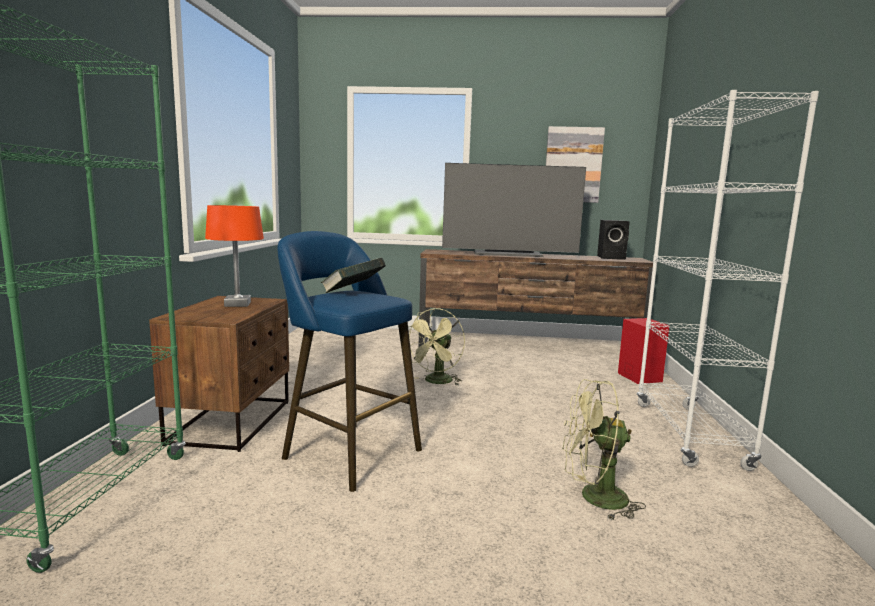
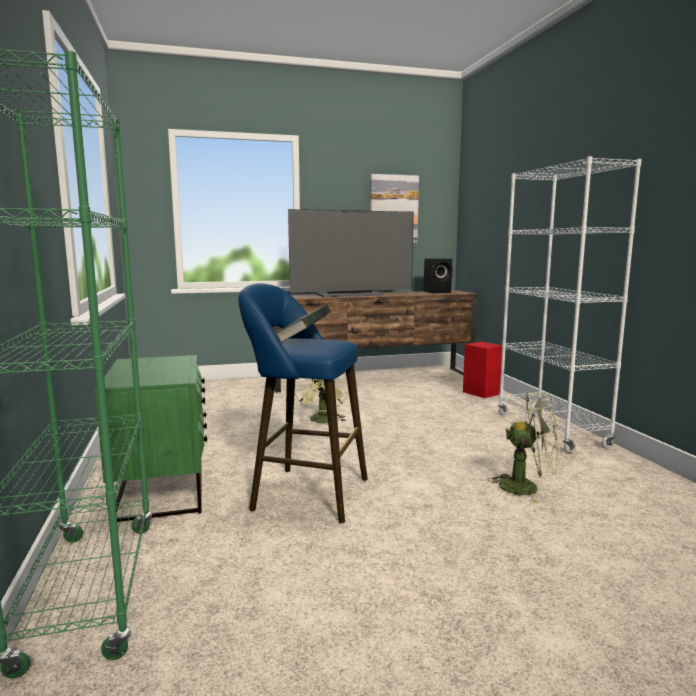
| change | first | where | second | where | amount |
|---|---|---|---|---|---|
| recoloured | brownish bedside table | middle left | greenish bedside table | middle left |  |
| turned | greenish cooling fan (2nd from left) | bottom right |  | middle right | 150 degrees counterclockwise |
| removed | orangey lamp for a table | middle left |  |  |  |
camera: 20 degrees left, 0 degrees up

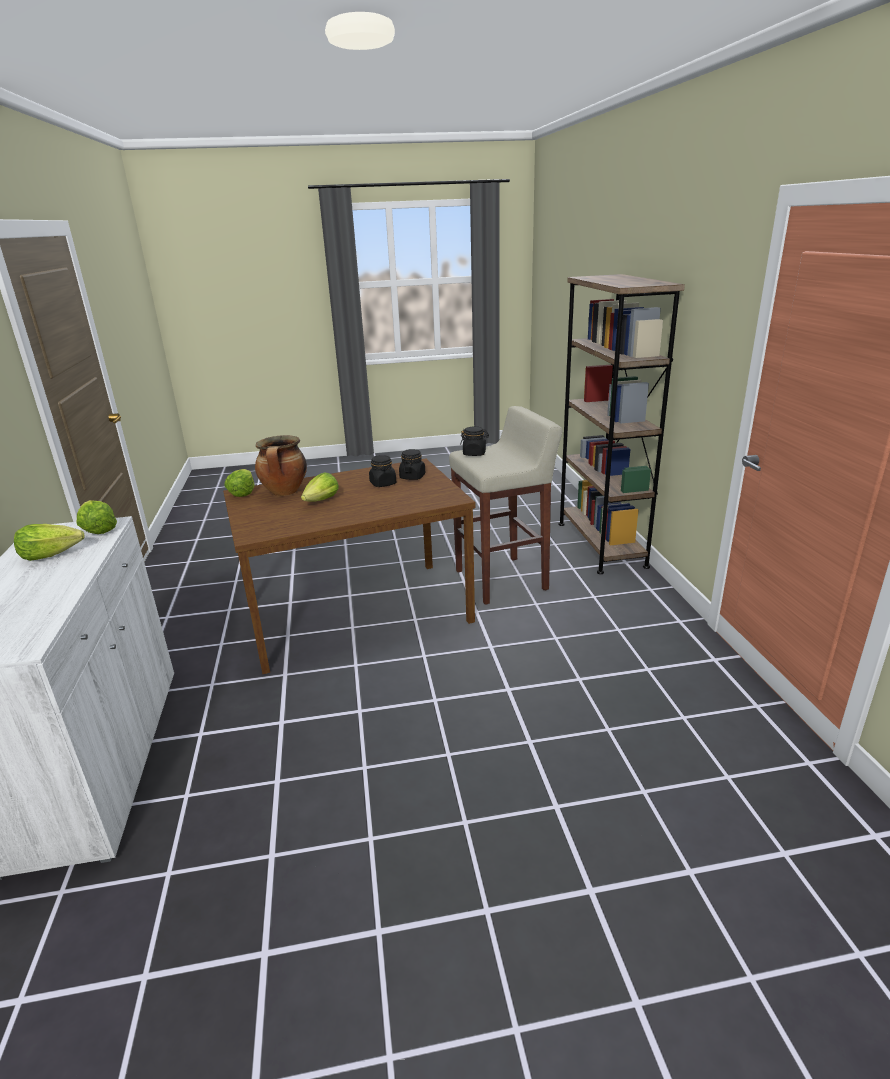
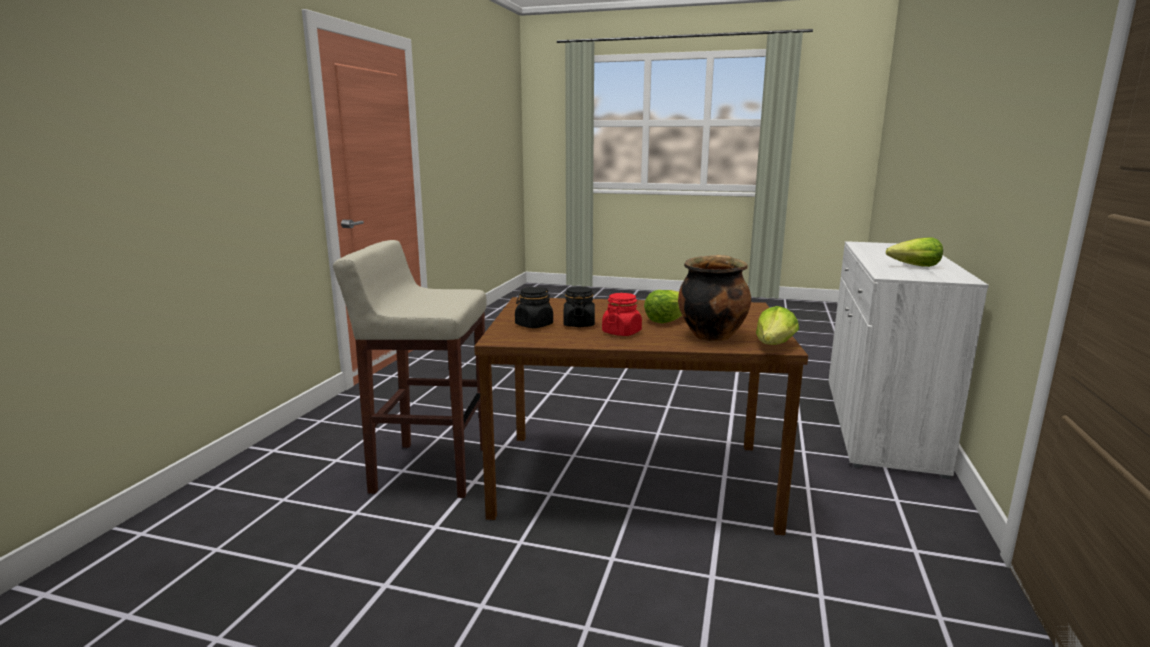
| change | first | where | second | where | amount |
|---|---|---|---|---|---|
| added |  |  | red storage jar | centre |  |
| removed | head of lettuce (2nd from left) | middle left |  |  |  |
| removed | black-coloured storage jar (3rd from left) | centre |  |  |  |
| removed | brownish bookcase | middle right |  |  |  |
camera: 155 degrees left, 10 degrees down

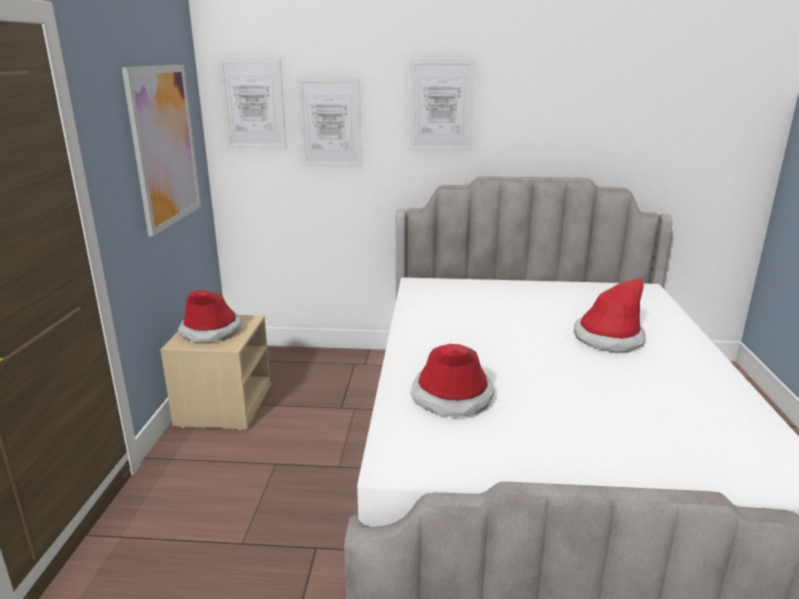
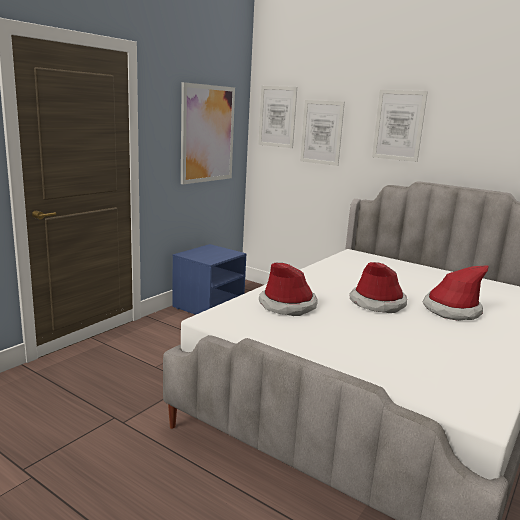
| change | first | where | second | where | amount |
|---|---|---|---|---|---|
| recoloured | beige bedside table | middle left | blue bedside table | centre |  |
| moved | clothing hat (1st from left in the first image) | middle left | clothing hat (2nd from left) | middle right |  |
camera: 30 degrees right, 5 degrees down

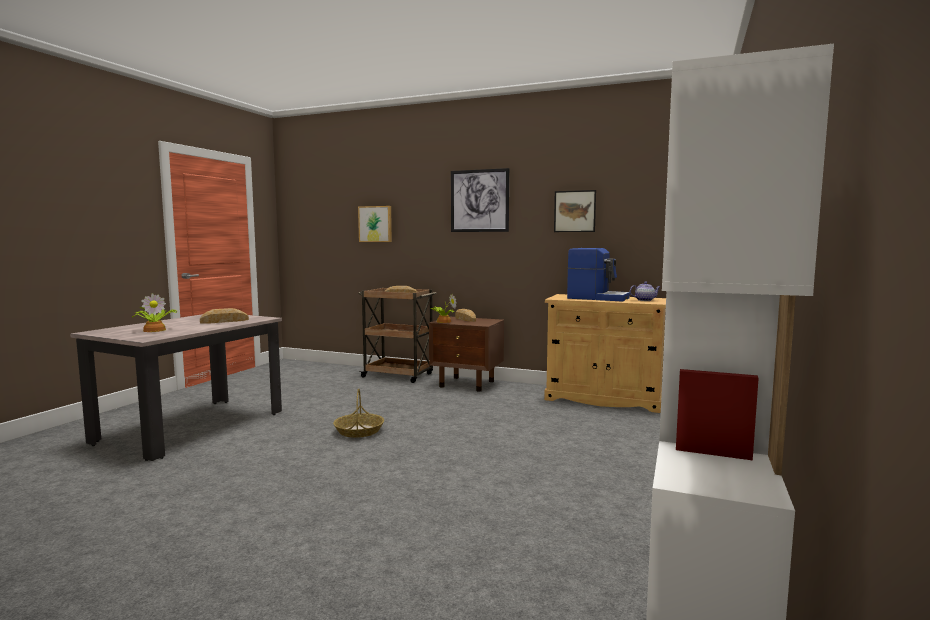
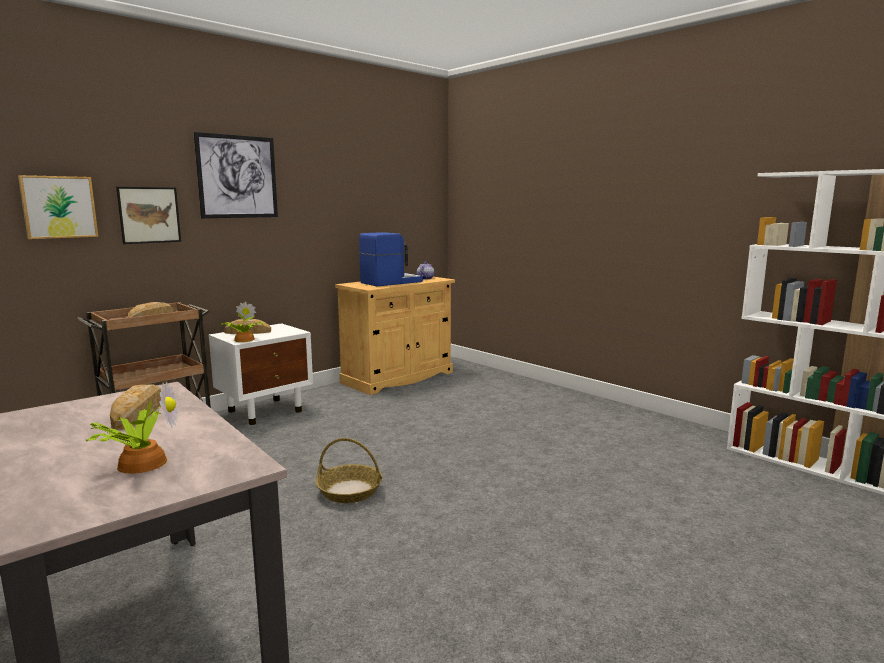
| change | first | where | second | where | amount |
|---|---|---|---|---|---|
| moved | wall picture (3rd from left in the first image) | centre | wall picture (2nd from left) | top left |  |
| recoloured | brownish bedside table | centre | white-coloured bedside table | middle left |  |
camera: 65 degrees left, 5 degrees up

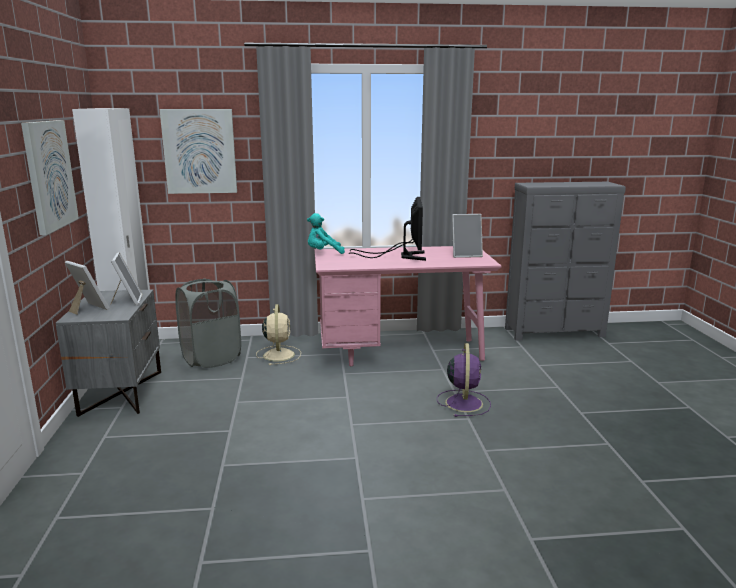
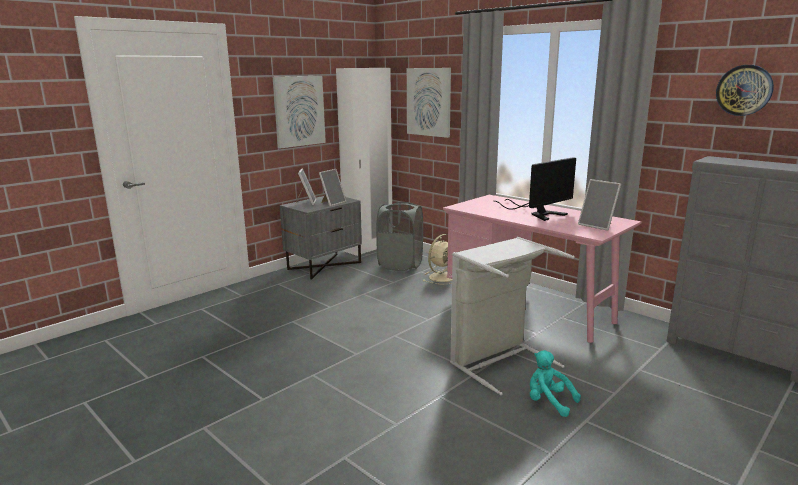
| change | first | where | second | where | amount |
|---|---|---|---|---|---|
| replaced | purple cooling fan | centre | grey laundry basket (2nd from left) | centre |  |
| moved | blue-green cuddly toy | centre |  | bottom right |  |
| added |  |  | wall clock | top right |  |
camera: 50 degrees right, 0 degrees up

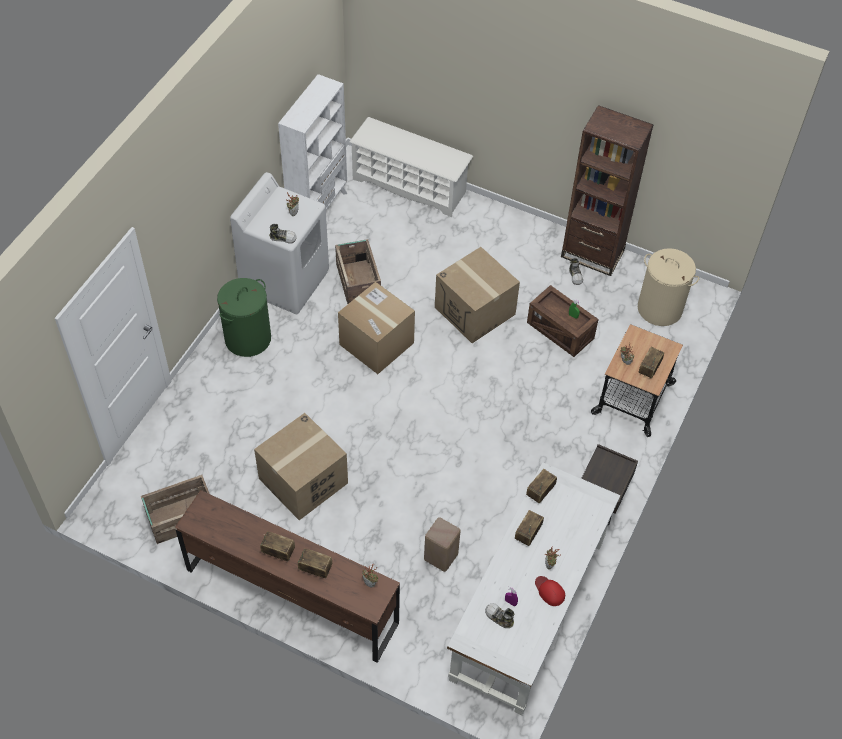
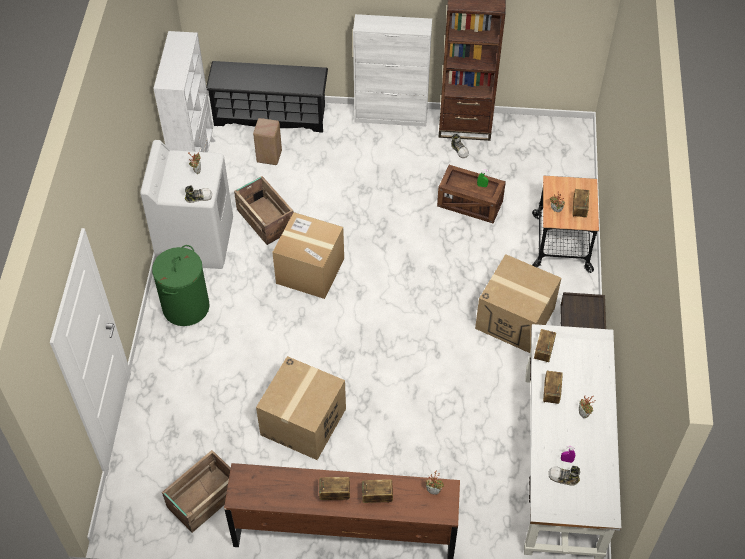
| change | first | where | second | where | amount |
|---|---|---|---|---|---|
| recoloured | white-coloured shoe rack | top centre | black-coloured shoe rack | top centre |  |
| moved | beige stool | bottom centre |  | top centre |  |
| added |  |  | white-coloured storage cabinet | top centre |  |
| moved | packing box (3rd from left) | centre |  | middle right |  |
| removed | red cap | bottom centre |  |  |  |
| removed | beige laundry basket | middle right |  |  |  |
camera: 20 degrees left, 0 degrees up

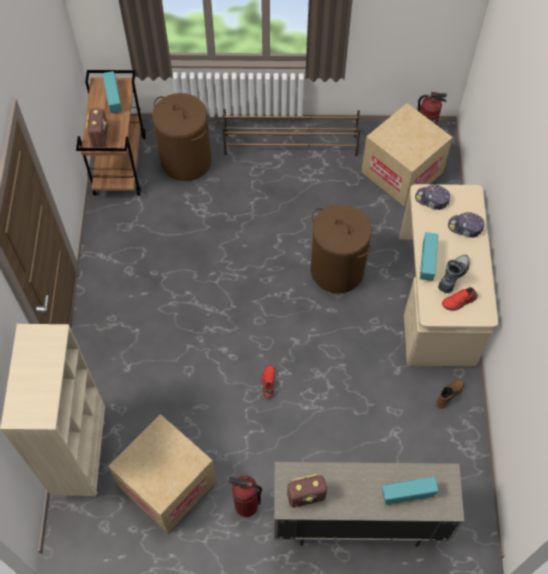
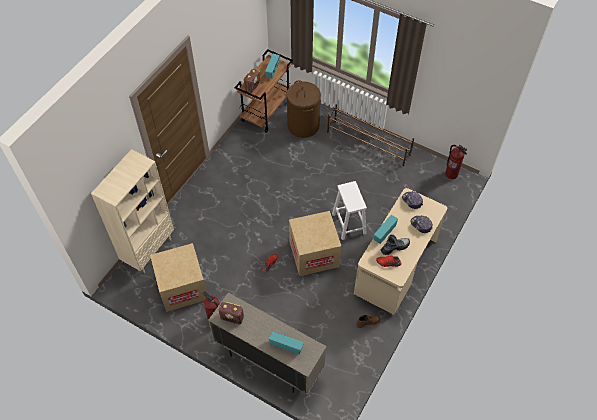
| change | first | where | second | where | amount |
|---|---|---|---|---|---|
| moved | packing box (2nd from left) | top right |  | centre |  |
| replaced | brownish laundry basket (2nd from left) | centre | white-coloured stool | centre |  |
camera: 30 degrees right, 5 degrees down

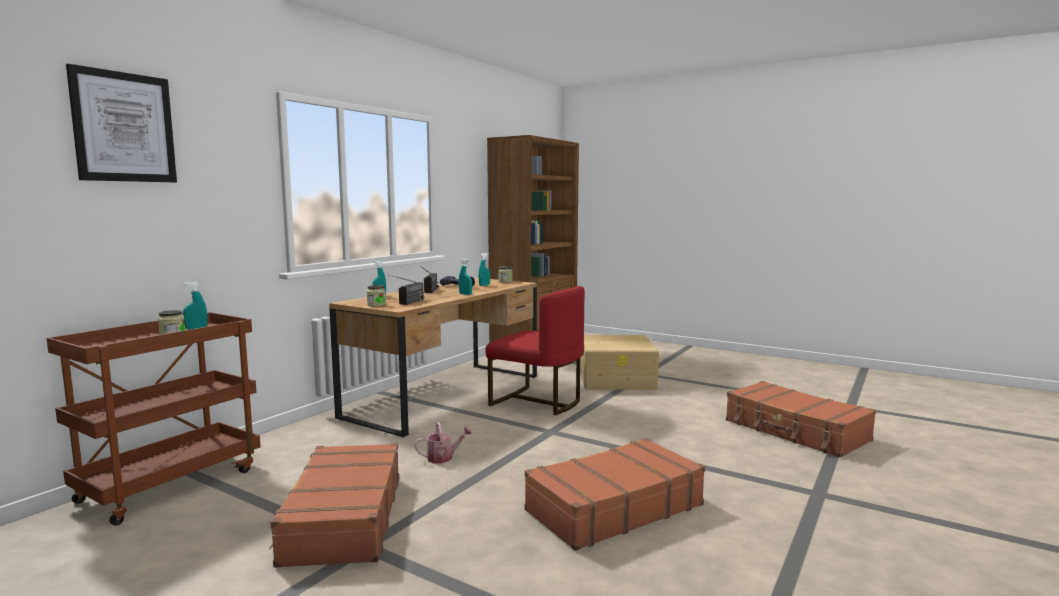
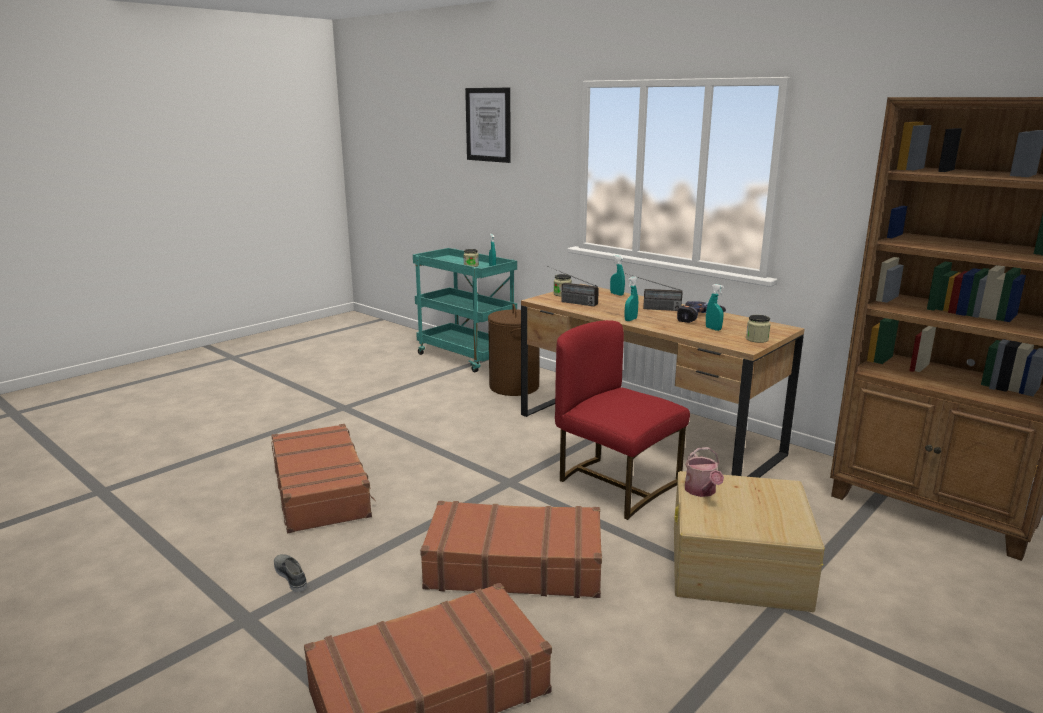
| change | first | where | second | where | amount |
|---|---|---|---|---|---|
| added |  |  | grey low shoe | bottom left |  |
| recoloured | brownish cart | bottom left | blue-green cart | centre |  |
| moved | brownish suitcase (1st from left in the first image) | bottom left | brownish suitcase (3rd from left) | bottom centre |  |
| added |  |  | brownish laundry basket | centre |  |
| turned | red upright chair | centre |  | centre | 90 degrees clockwise |
| moved | watering can | bottom centre |  | middle right |  |
camera: 100 degrees right, 10 degrees up

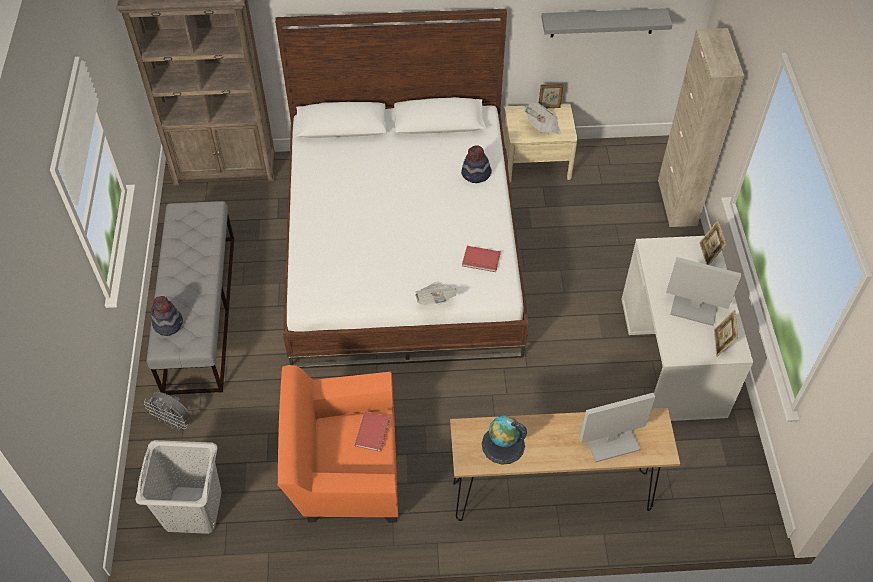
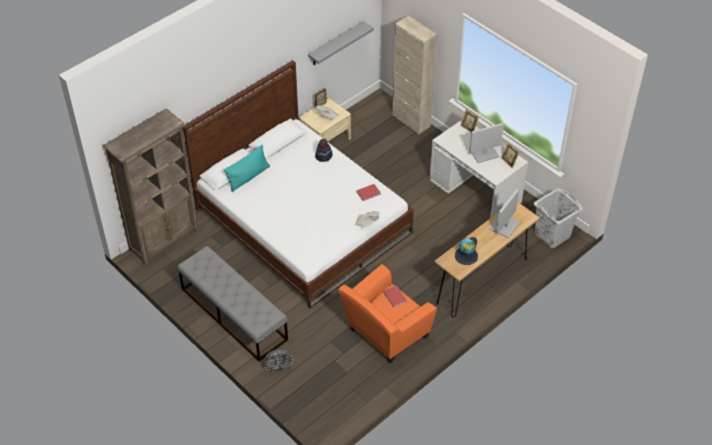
| change | first | where | second | where | amount |
|---|---|---|---|---|---|
| added |  |  | blue-green pillow | centre |  |
| moved | grey laundry basket | bottom left |  | middle right |  |
| removed | clothing hat (1st from left) | middle left |  |  |  |
camera: 40 degrees left, 5 degrees down

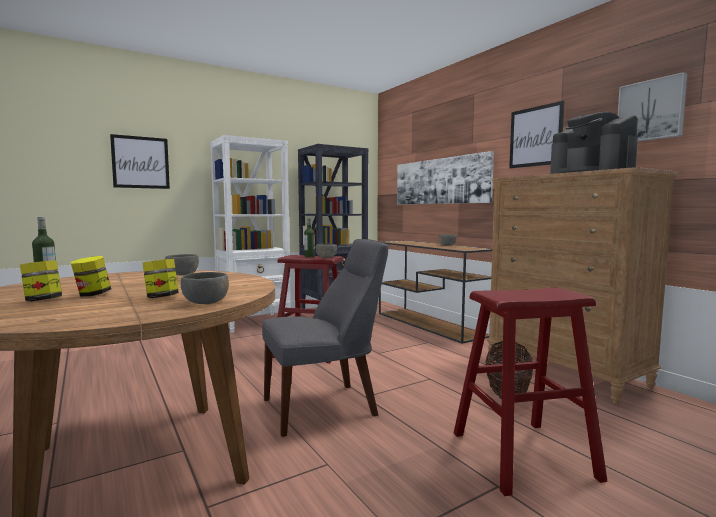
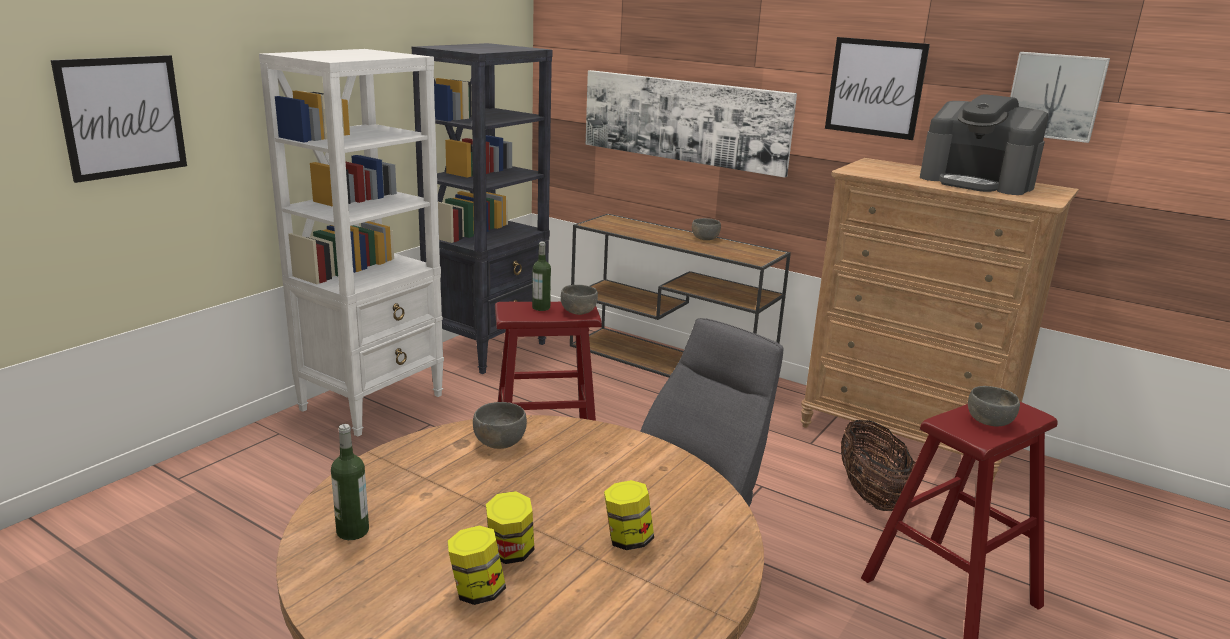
| change | first | where | second | where | amount |
|---|---|---|---|---|---|
| moved | grey deep dish (2nd from left in the first image) | middle left | grey deep dish (4th from left) | middle right |  |
camera: 25 degrees left, 15 degrees up

